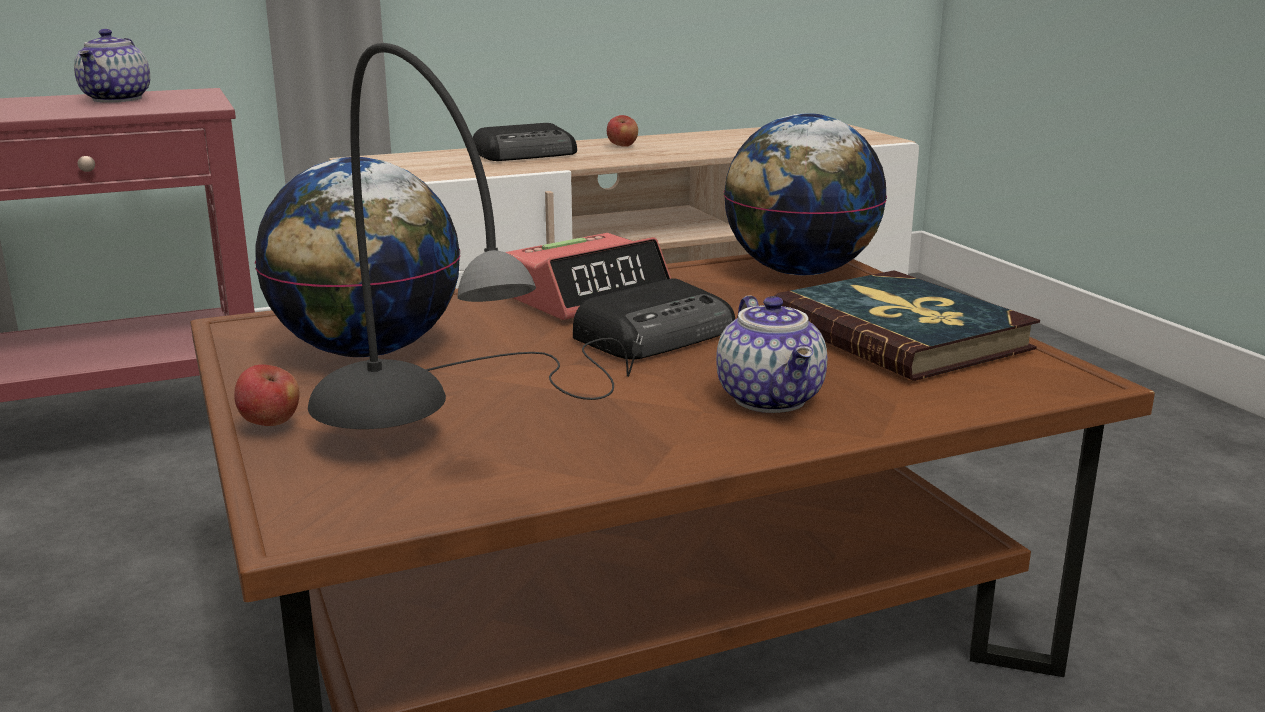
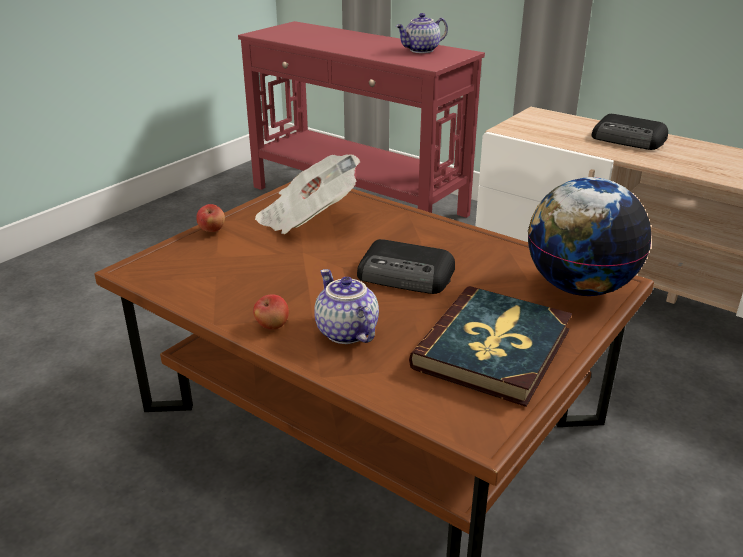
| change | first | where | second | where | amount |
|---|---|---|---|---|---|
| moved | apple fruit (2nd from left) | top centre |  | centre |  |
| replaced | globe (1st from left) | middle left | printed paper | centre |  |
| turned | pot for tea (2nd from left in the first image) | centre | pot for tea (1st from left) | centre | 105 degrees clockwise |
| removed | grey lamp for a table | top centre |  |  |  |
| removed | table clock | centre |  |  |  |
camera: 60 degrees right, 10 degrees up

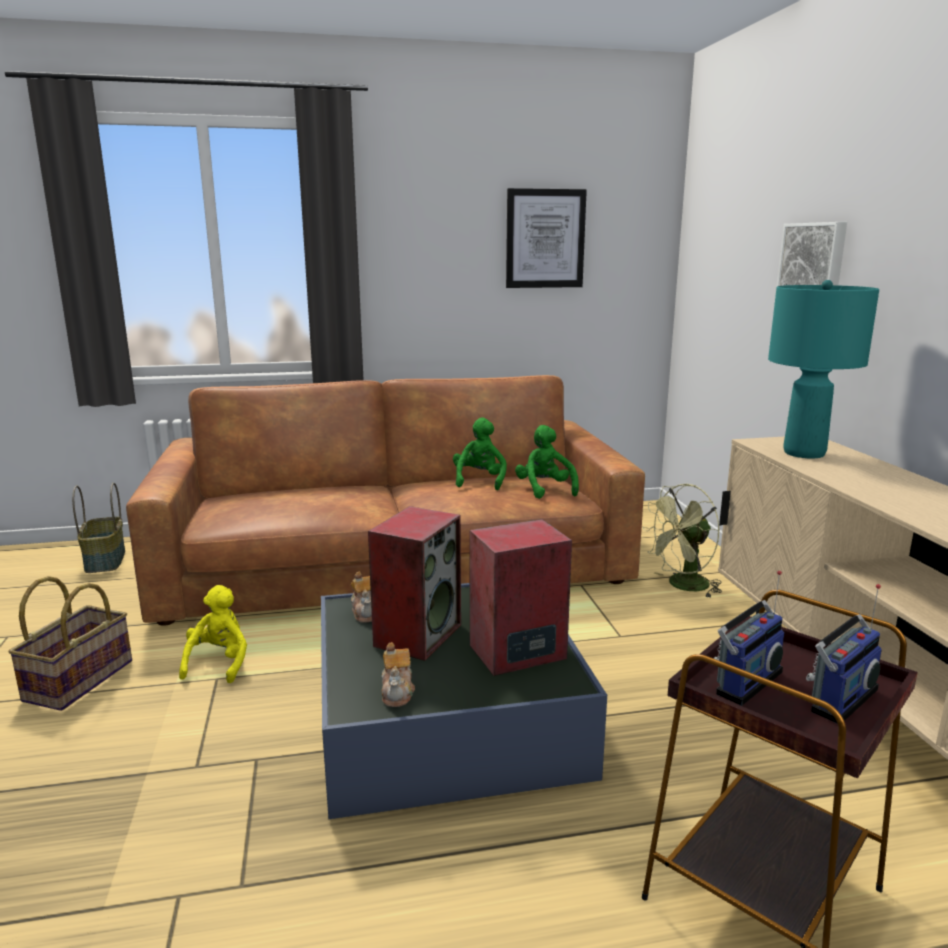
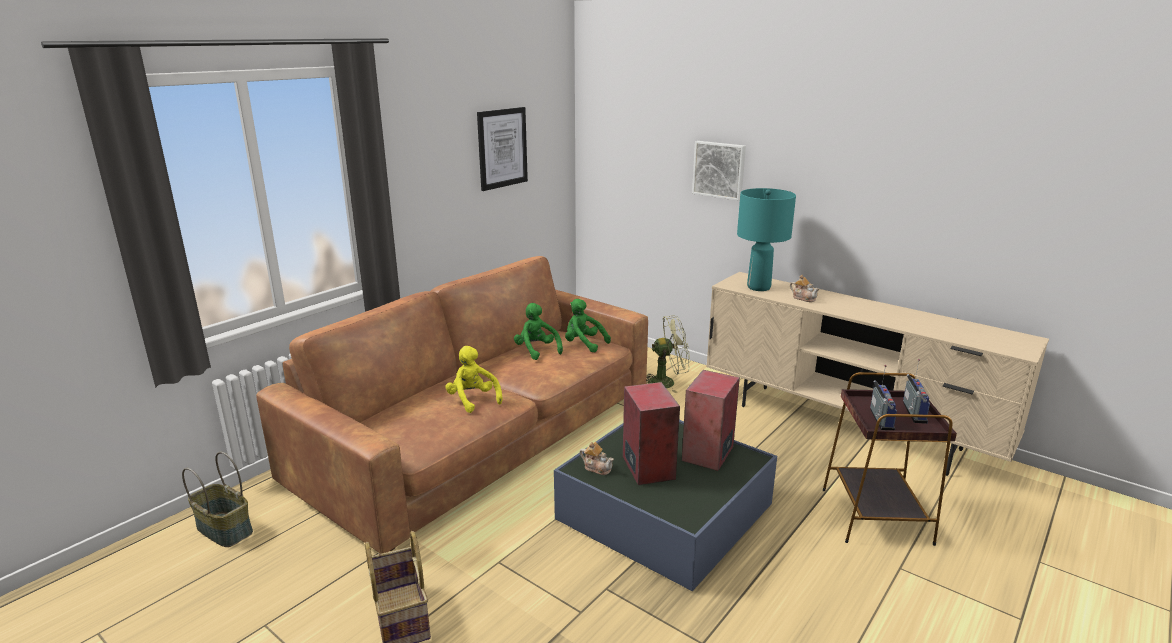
| change | first | where | second | where | amount |
|---|---|---|---|---|---|
| moved | yellow-coloured cuddly toy | bottom left |  | centre |  |
| turned | greenish cooling fan | middle right |  | centre | 120 degrees counterclockwise |
| moved | pot for tea (2nd from left) | bottom centre |  | middle right |  |
camera: 40 degrees left, 5 degrees up

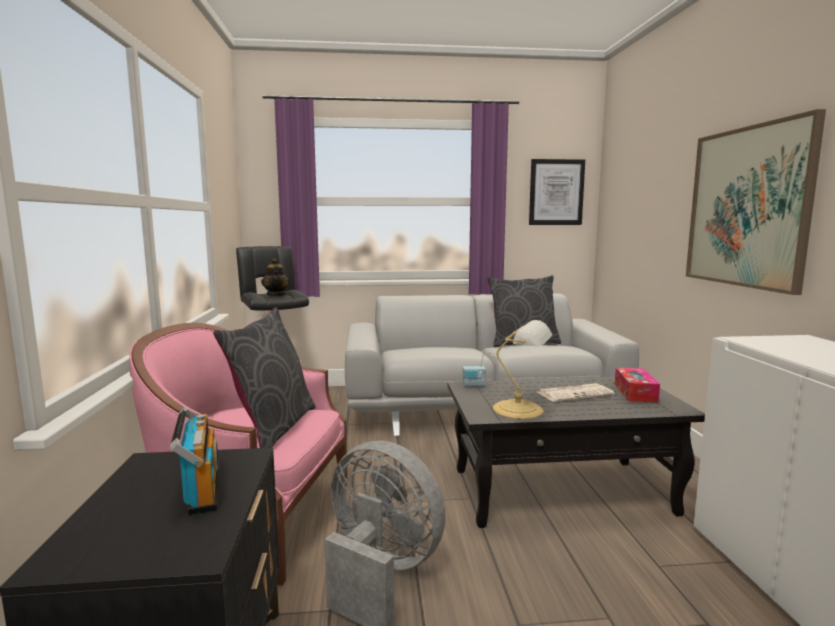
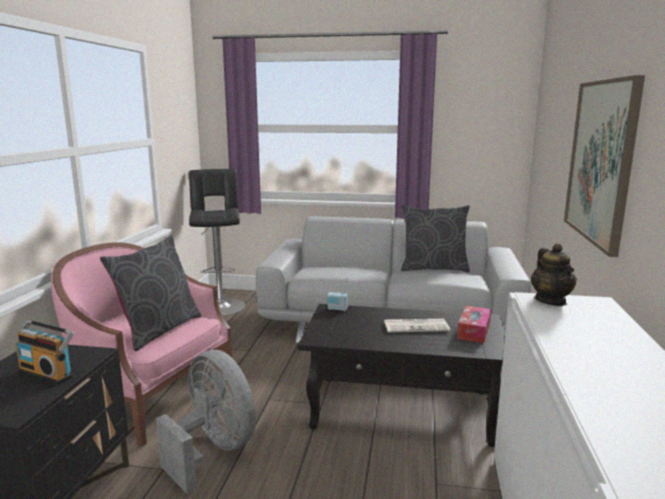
| change | first | where | second | where | amount |
|---|---|---|---|---|---|
| turned | radio (1st from left) | bottom left |  | bottom left | 120 degrees clockwise |
| moved | pot for tea | middle left |  | middle right |  |
| removed | lamp for a table | centre |  |  |  |
| removed | wall picture (1st from left) | top right |  |  |  |
camera: 15 degrees right, 5 degrees up

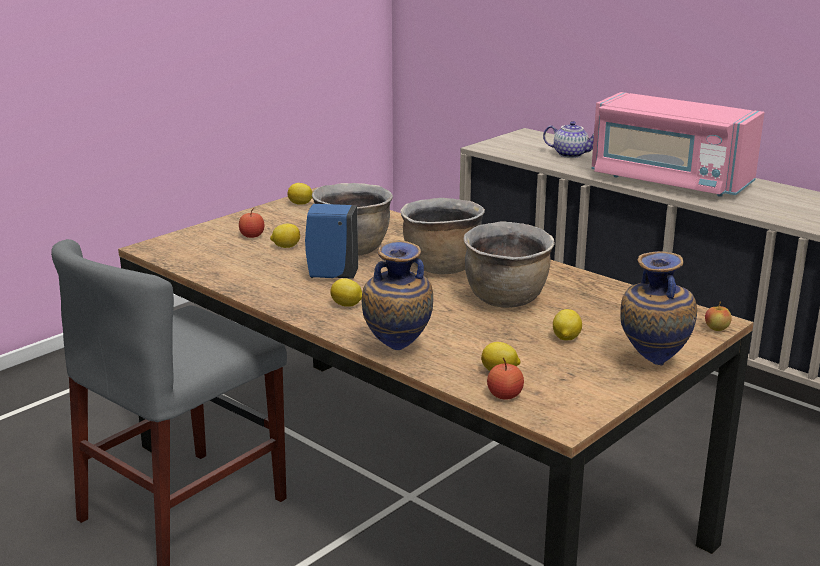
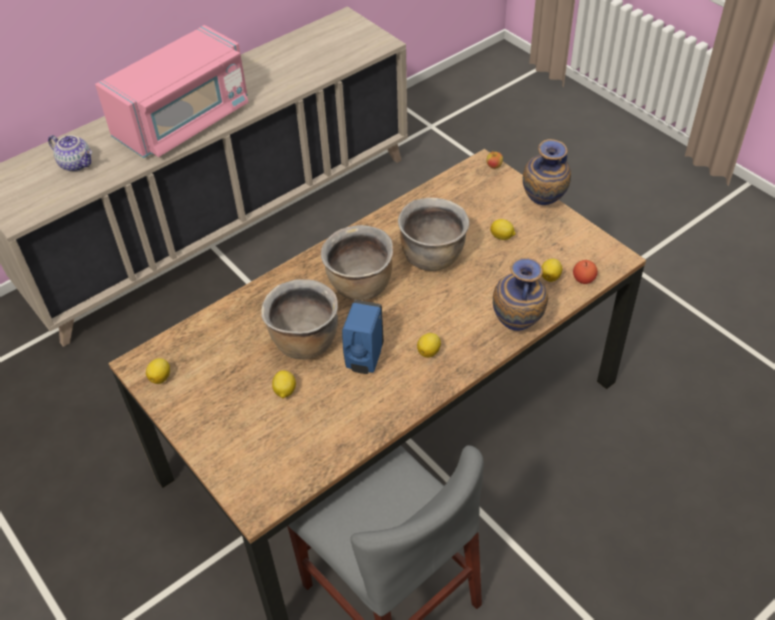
| change | first | where | second | where | amount |
|---|---|---|---|---|---|
| turned | pot for tea | top right |  | top left | 90 degrees clockwise |
| removed | apple fruit (1st from left) | middle left |  |  |  |
camera: 80 degrees left, 25 degrees up

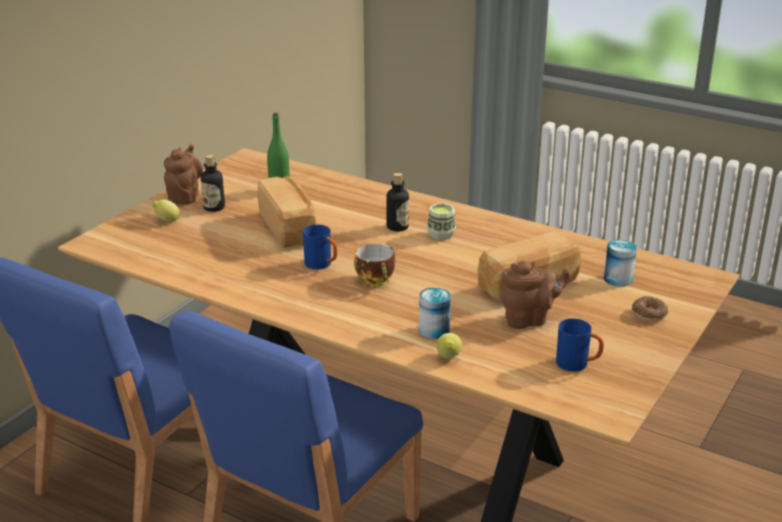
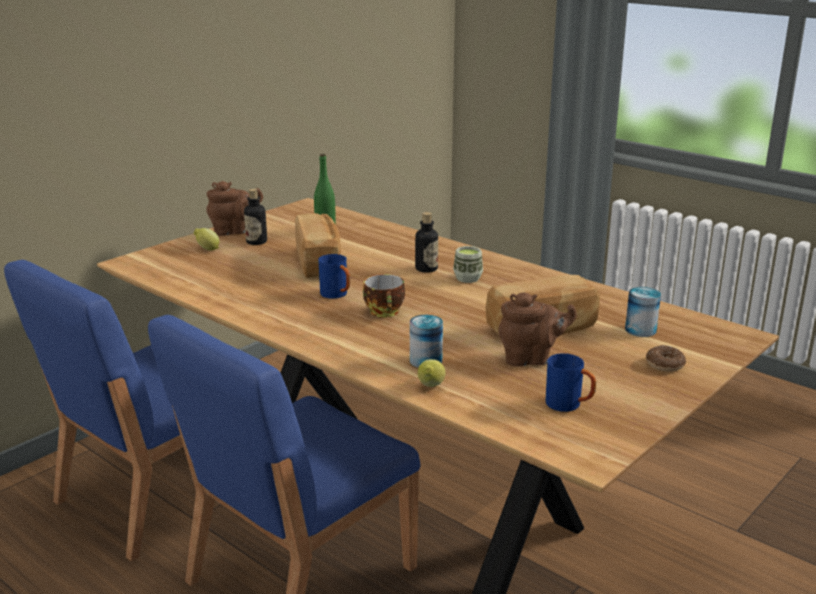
| change | first | where | second | where | amount |
|---|---|---|---|---|---|
| turned | brownish pot for tea (1st from left) | middle left |  | middle left | 60 degrees clockwise |
camera: 10 degrees right, 5 degrees down

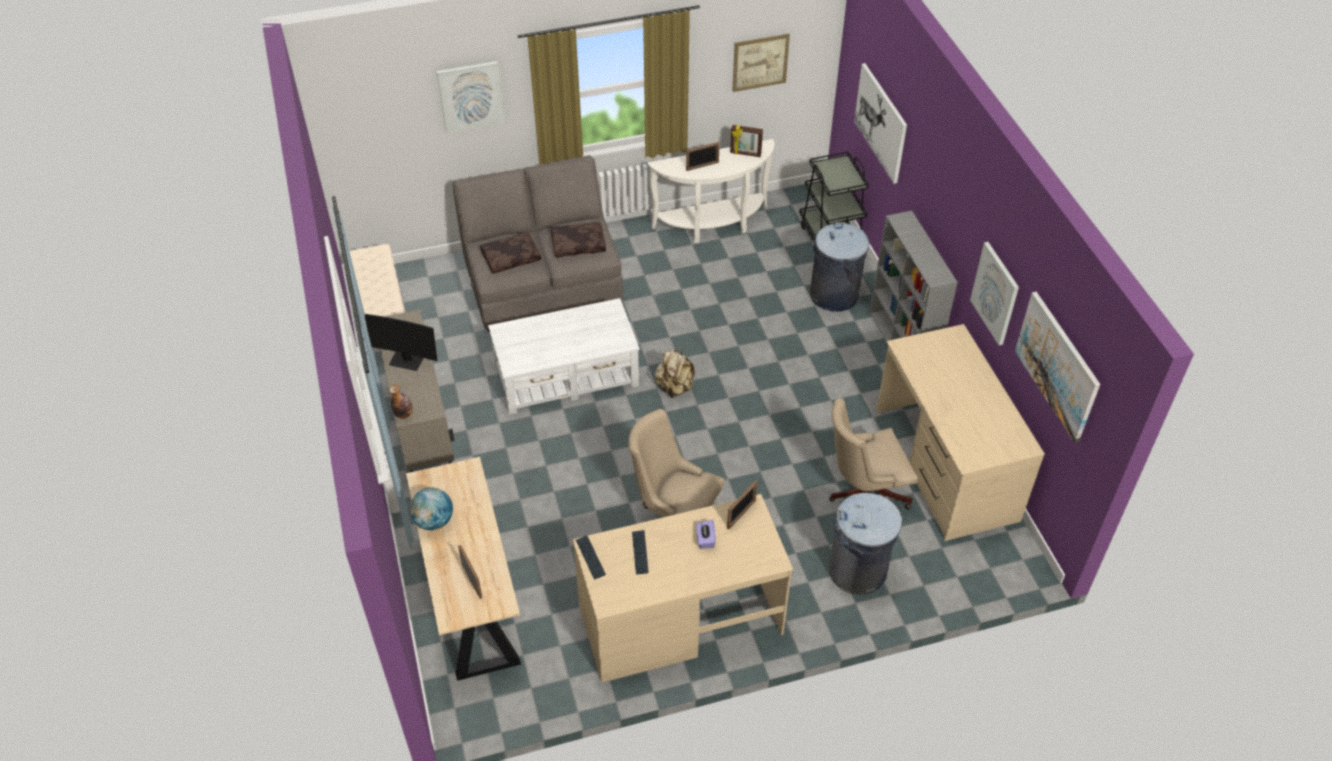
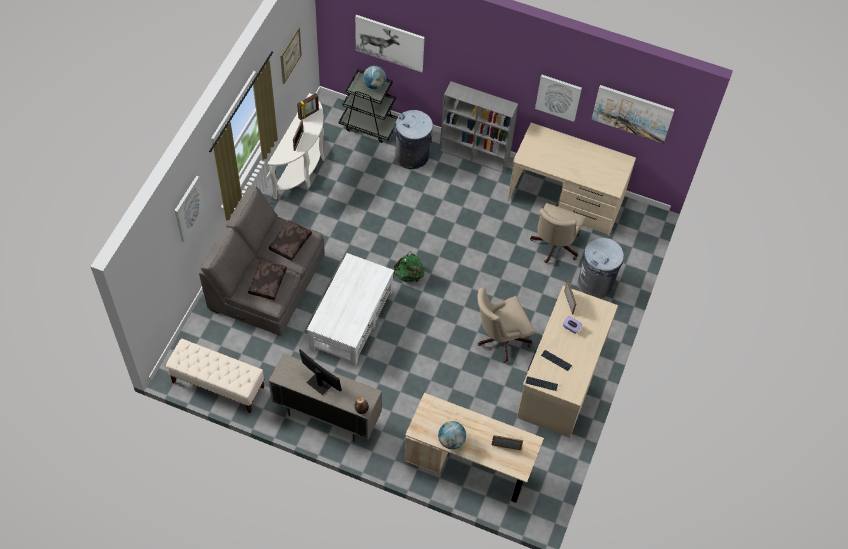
| change | first | where | second | where | amount |
|---|---|---|---|---|---|
| turned | computer screen | middle left |  | bottom centre | 105 degrees counterclockwise |
| added |  |  | globe (1st from left) | top centre |  |
| recoloured | beige knapsack | centre | greenish knapsack | centre |  |
camera: 55 degrees left, 10 degrees up

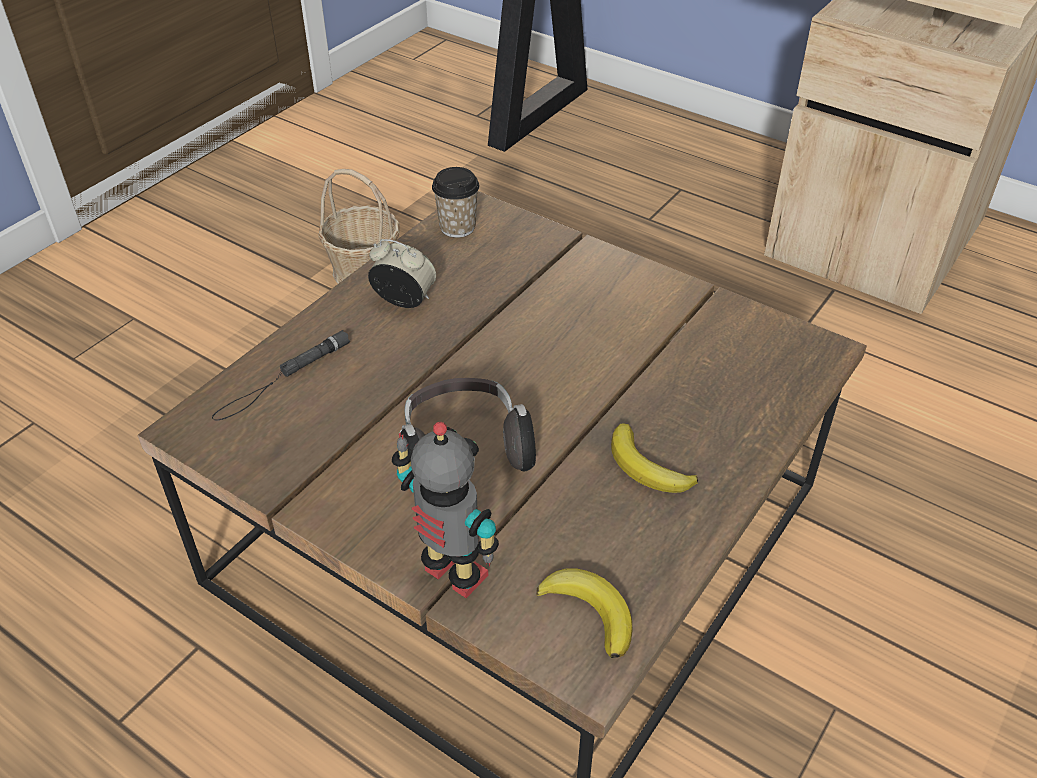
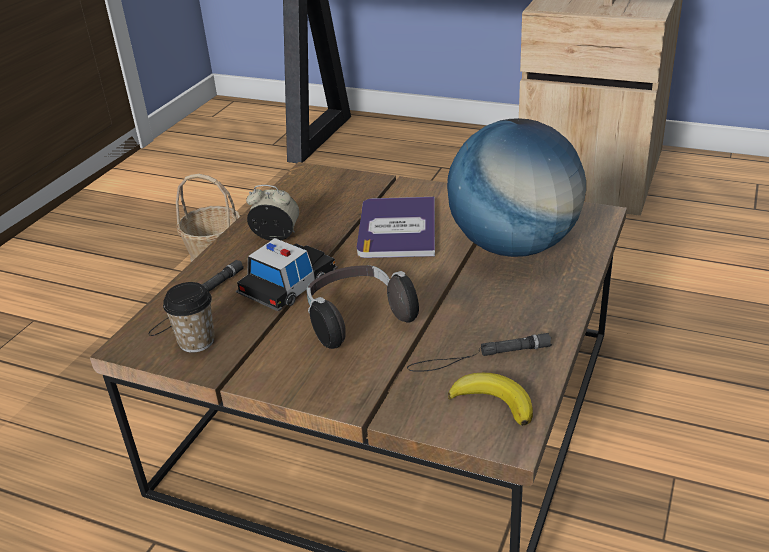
| change | first | where | second | where | amount |
|---|---|---|---|---|---|
| moved | small cup | top centre |  | middle left |  |
| added |  |  | toy car | centre |  |
| added |  |  | bound book | centre |  |
| added |  |  | black-coloured flashlight (2nd from left) | centre |  |
| added |  |  | globe | middle right |  |
| removed | toy robot | centre |  |  |  |
| removed | banana fruit (2nd from left) | centre |  |  |  |
camera: 10 degrees left, 10 degrees down

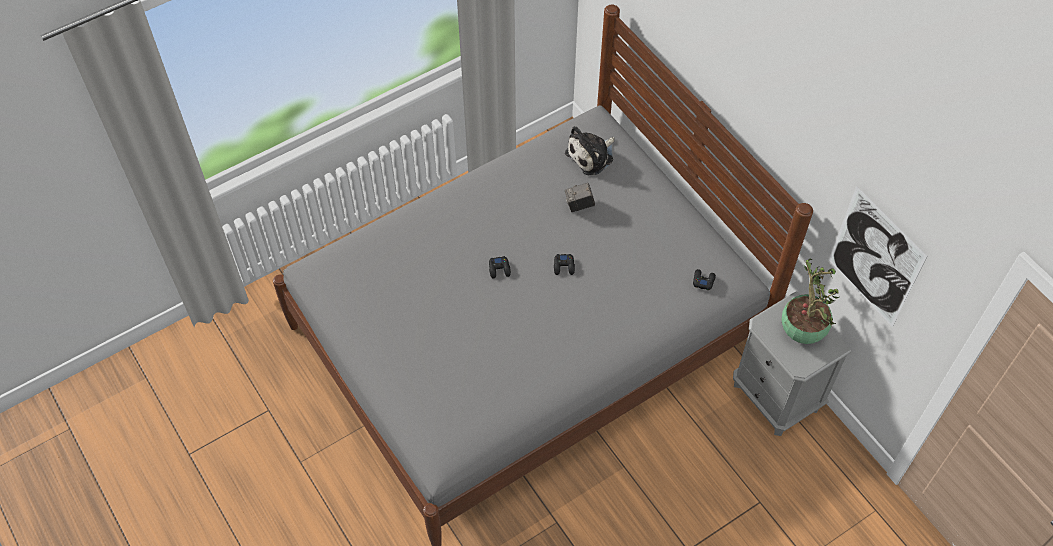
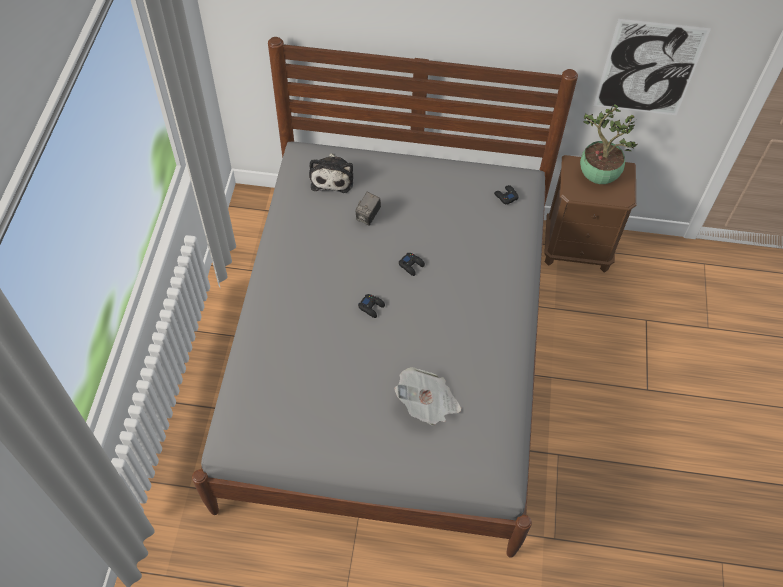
| change | first | where | second | where | amount |
|---|---|---|---|---|---|
| added |  |  | printed paper | bottom centre |  |
| recoloured | grey bedside table | bottom right | brownish bedside table | middle right |  |
camera: 50 degrees left, 0 degrees up

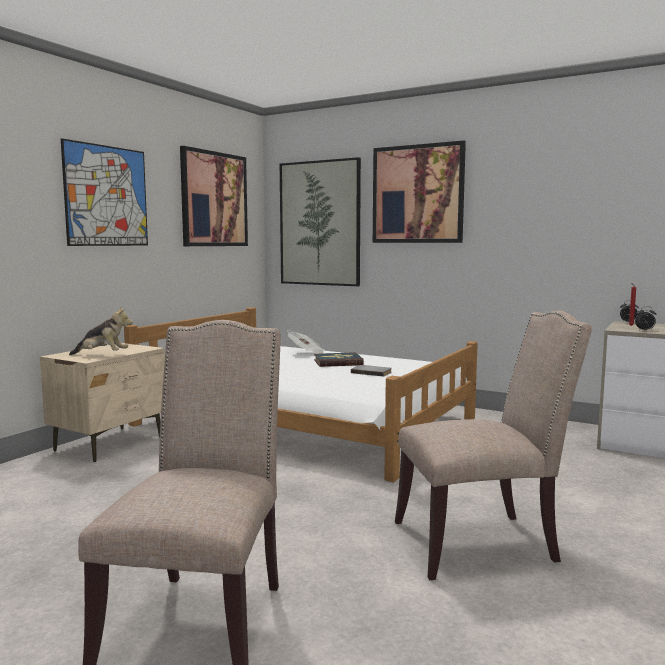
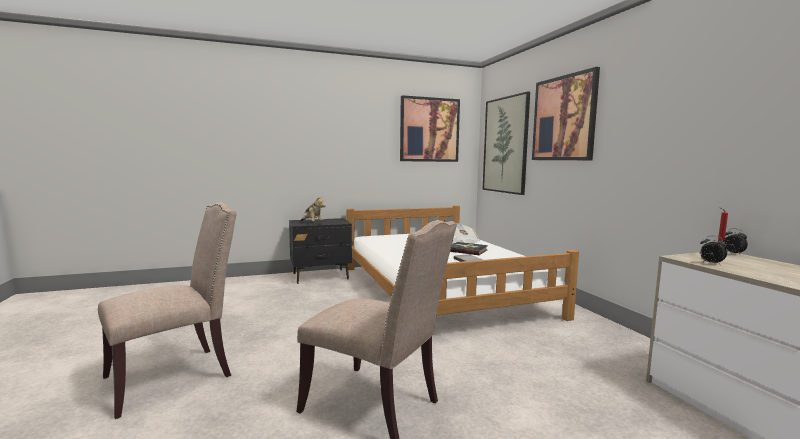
| change | first | where | second | where | amount |
|---|---|---|---|---|---|
| recoloured | beige bedside table | middle left | black-coloured bedside table | centre |  |
| removed | wall picture (1st from left) | top left |  |  |  |
camera: 40 degrees right, 0 degrees up

